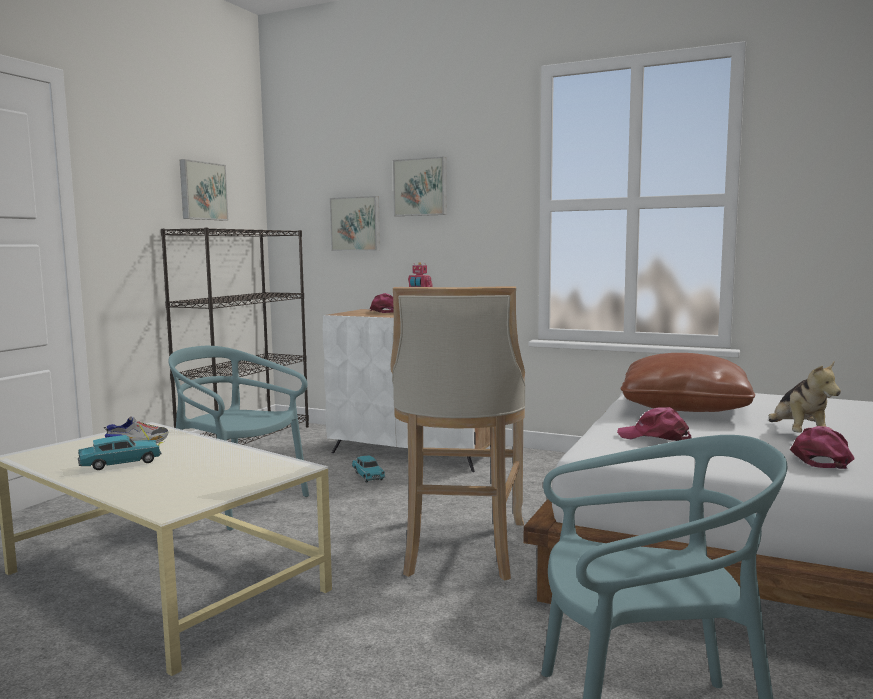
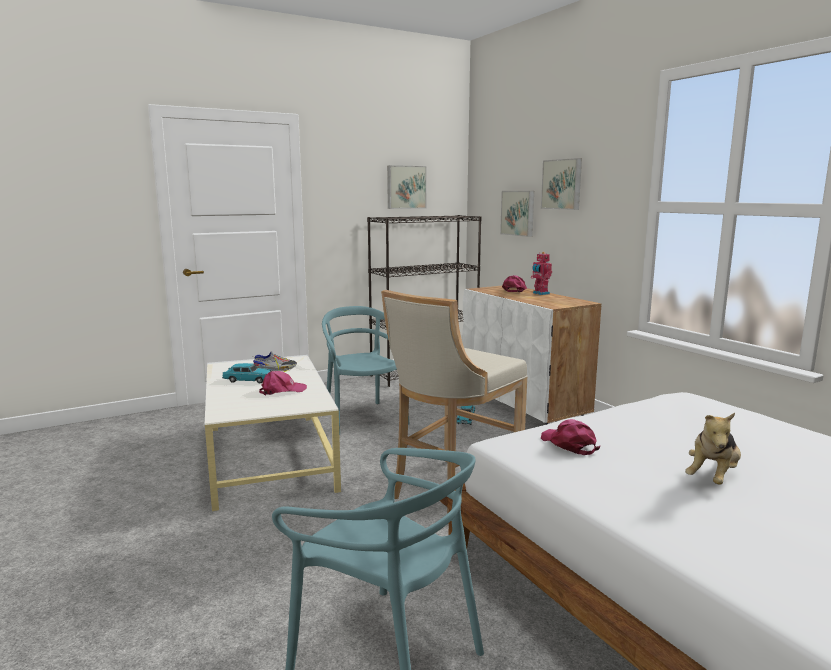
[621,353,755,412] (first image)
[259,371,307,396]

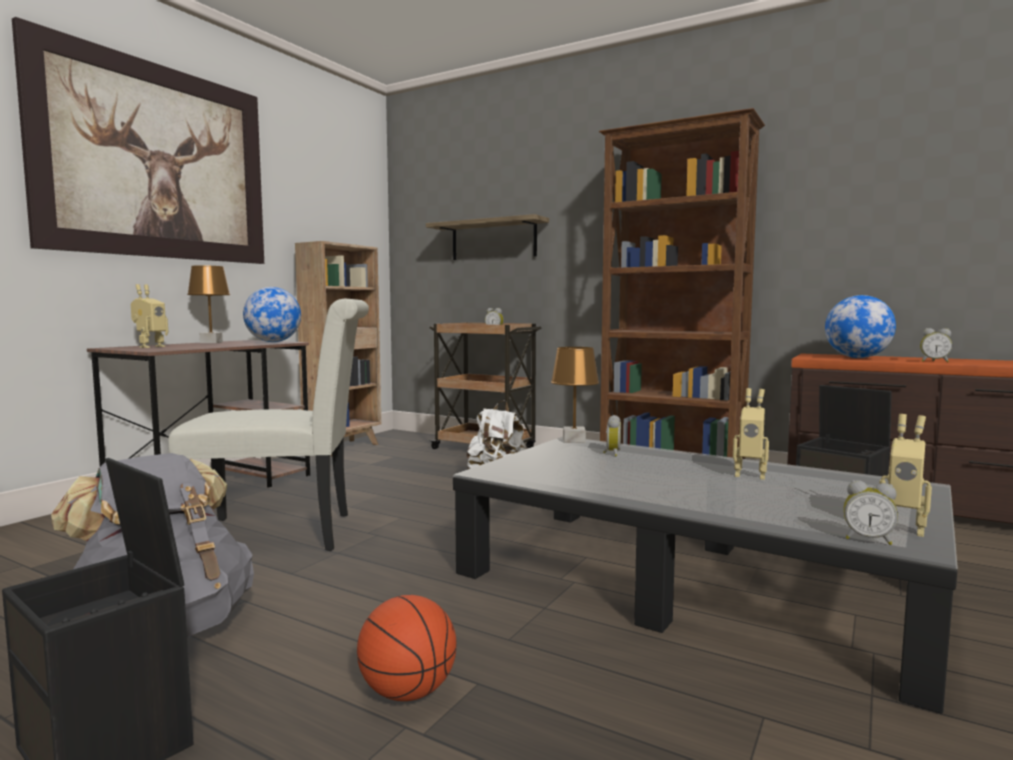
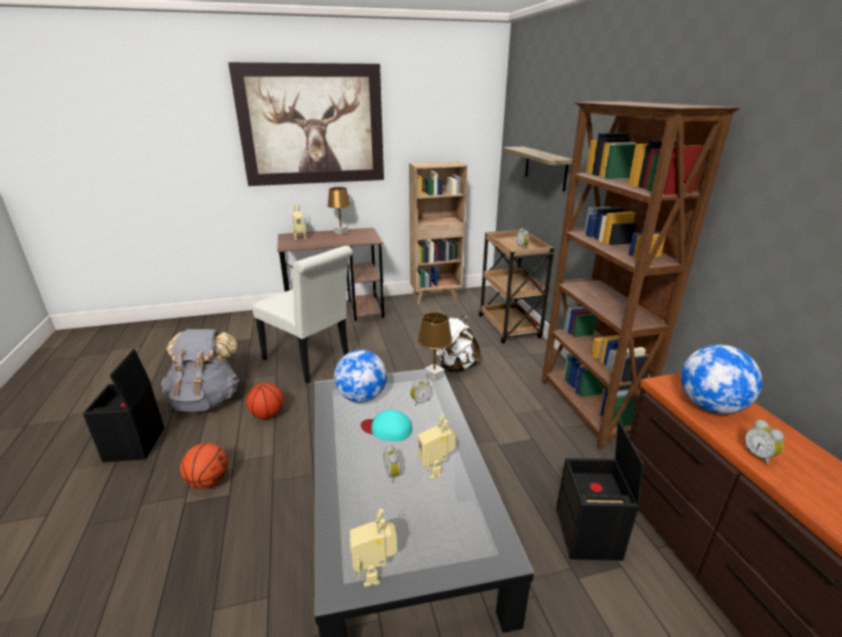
[334,350,387,403]
[383,445,401,483]
[246,382,284,419]
[361,410,412,441]

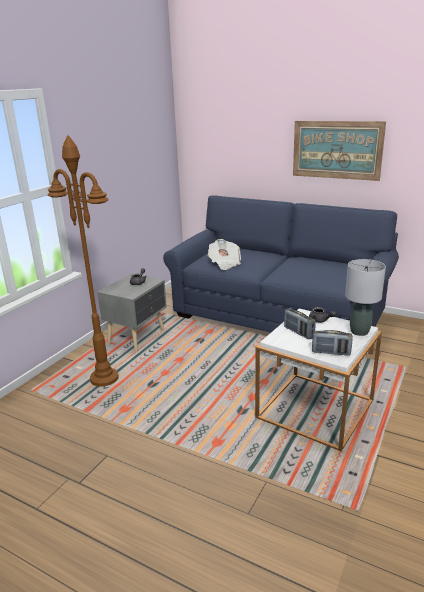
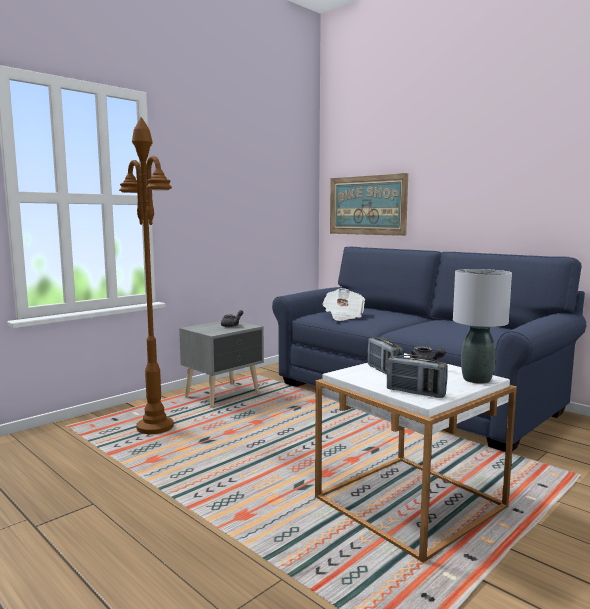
[330,173,408,236]

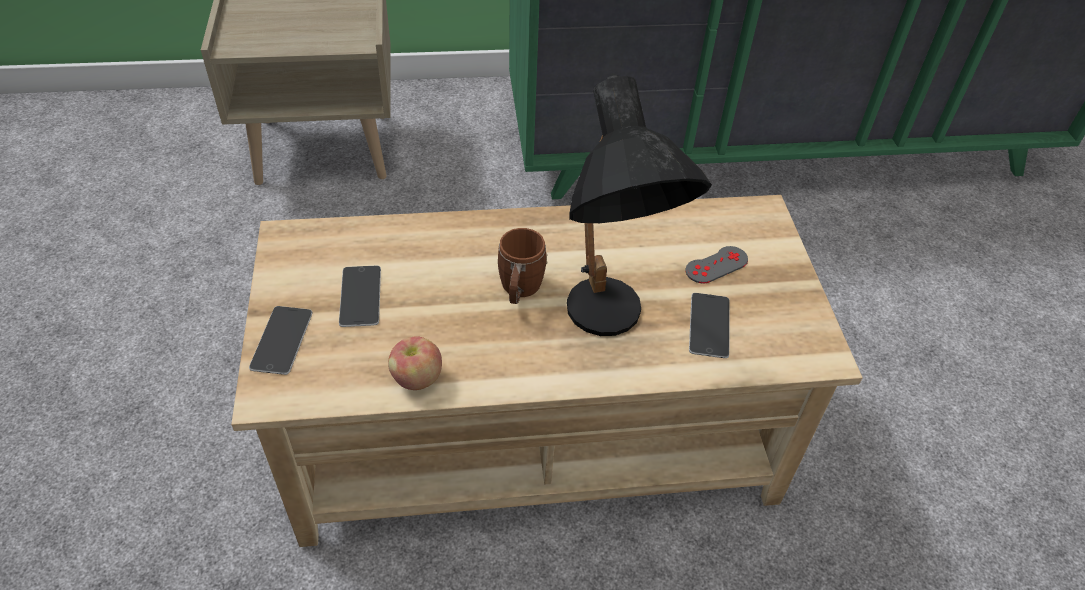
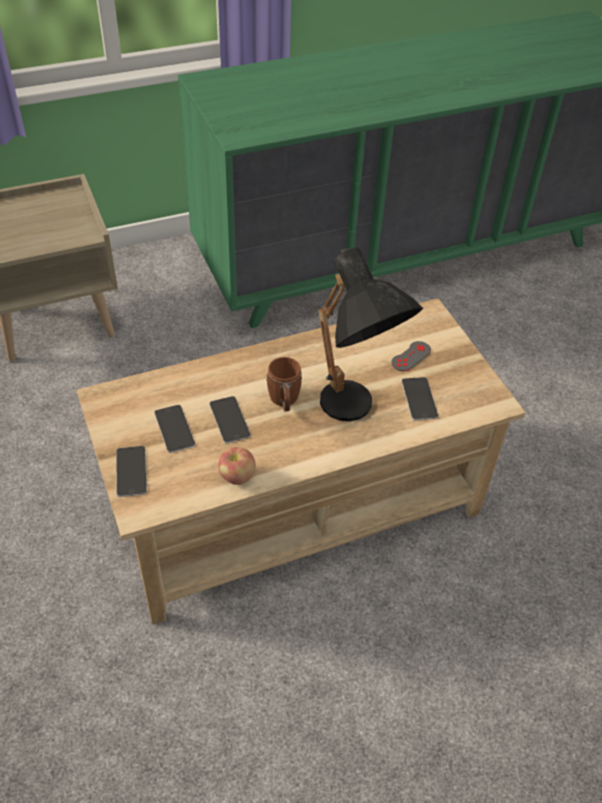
[209,396,251,444]

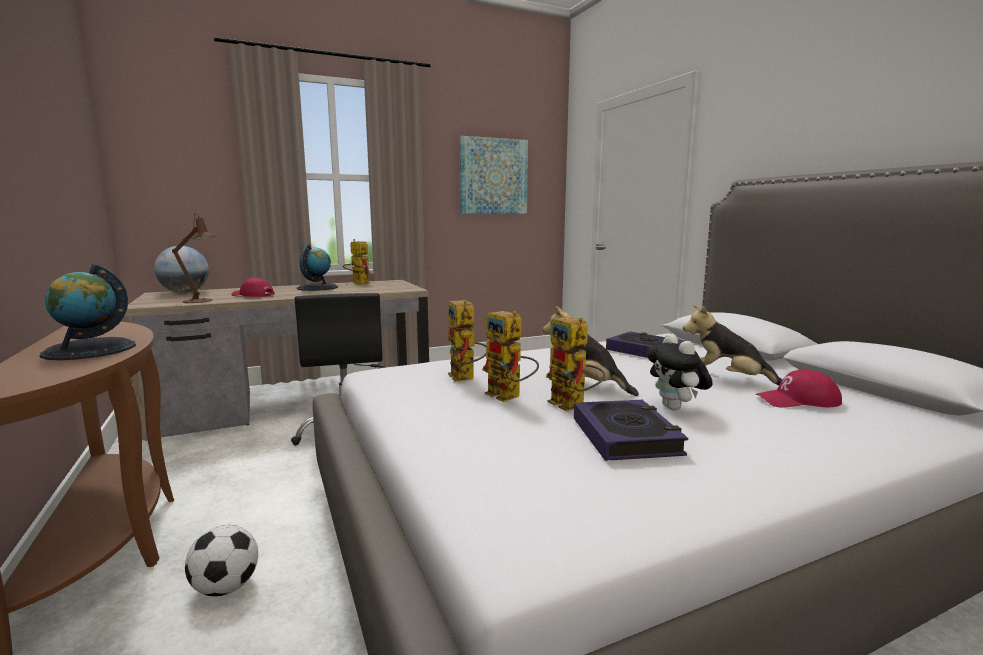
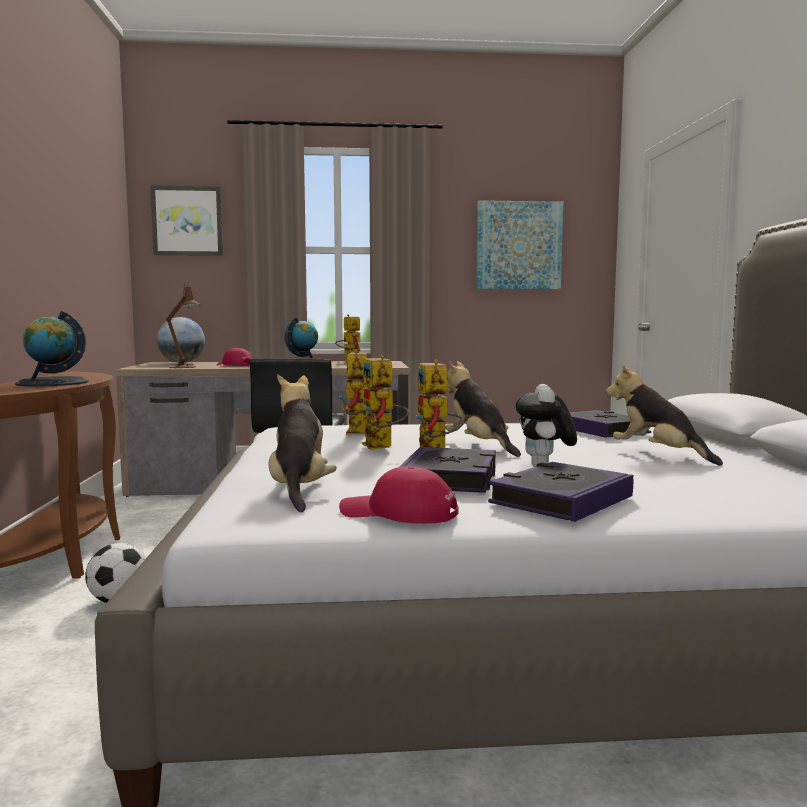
[339,466,459,524]
[151,185,223,256]
[269,374,337,512]
[488,462,634,522]

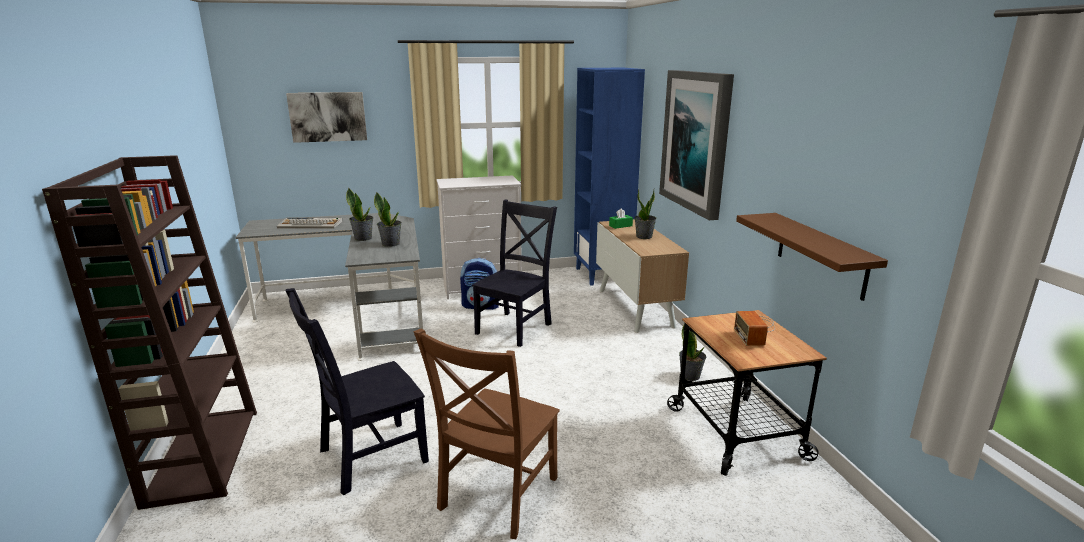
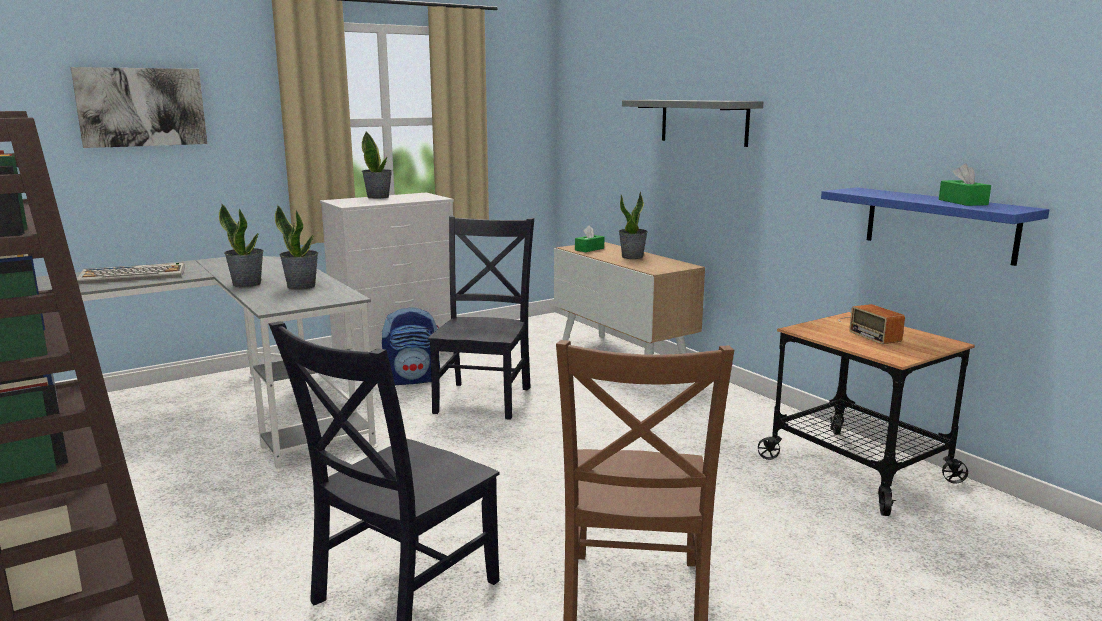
[574,68,645,286] (first image)
[622,100,764,147]
[362,131,392,199]
[821,187,1049,266]
[939,163,991,206]

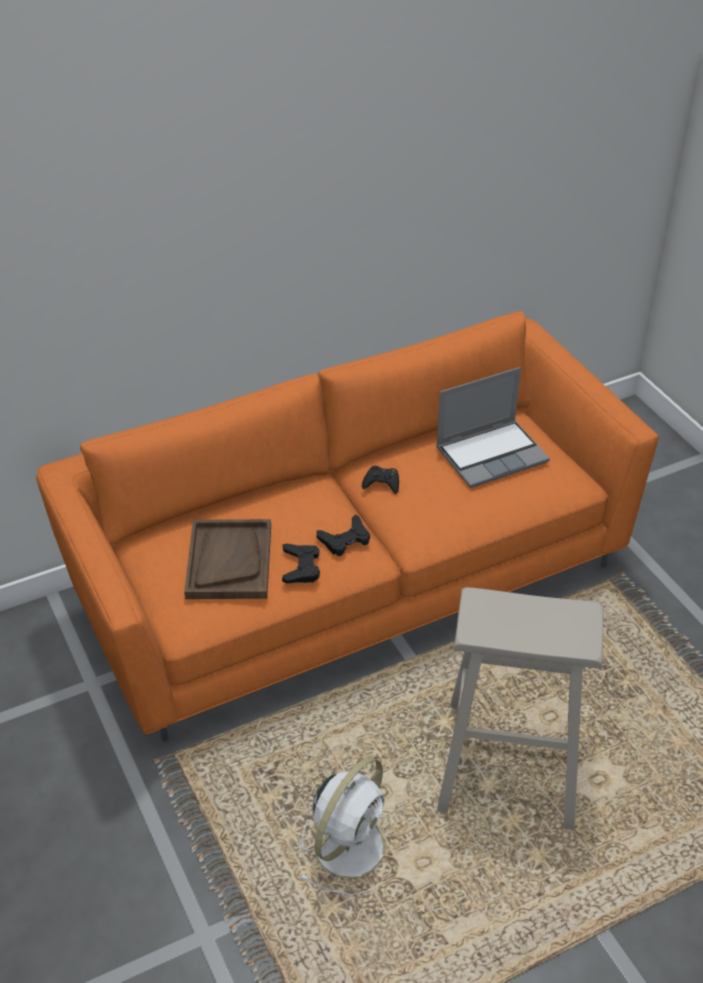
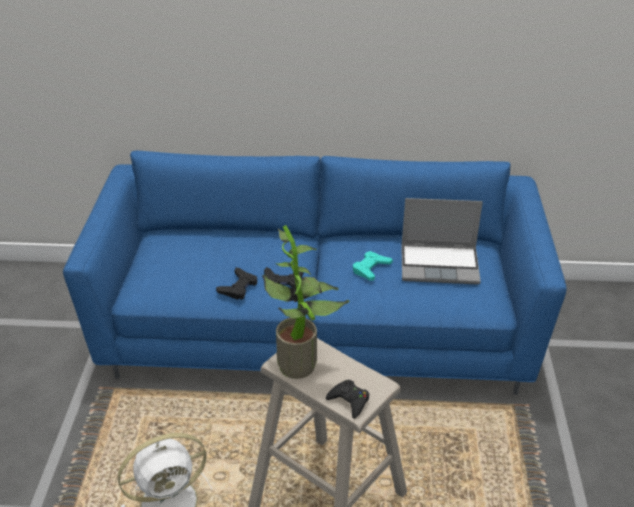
[63,151,567,395]
[184,519,271,599] (first image)
[326,380,369,419]
[262,225,349,379]
[353,251,393,281]

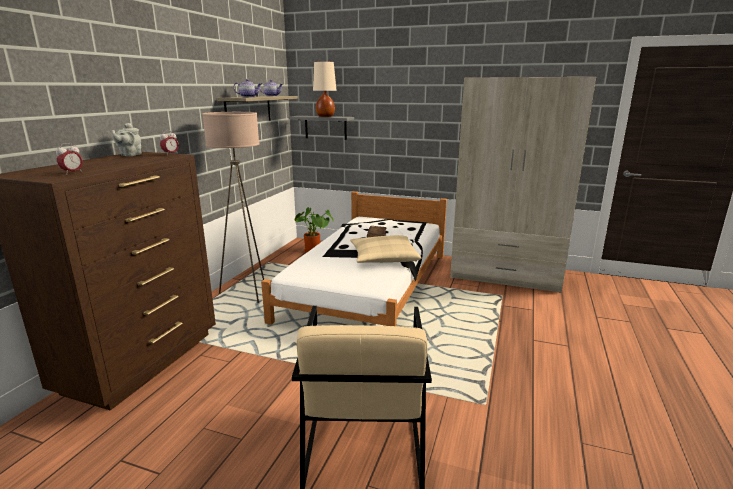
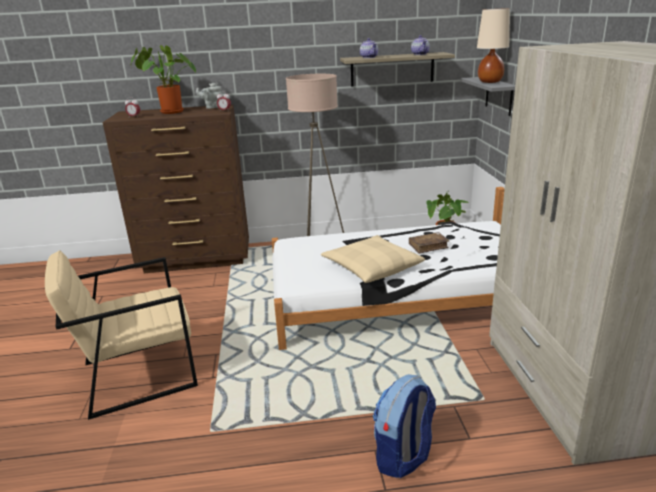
[131,45,196,114]
[373,374,436,478]

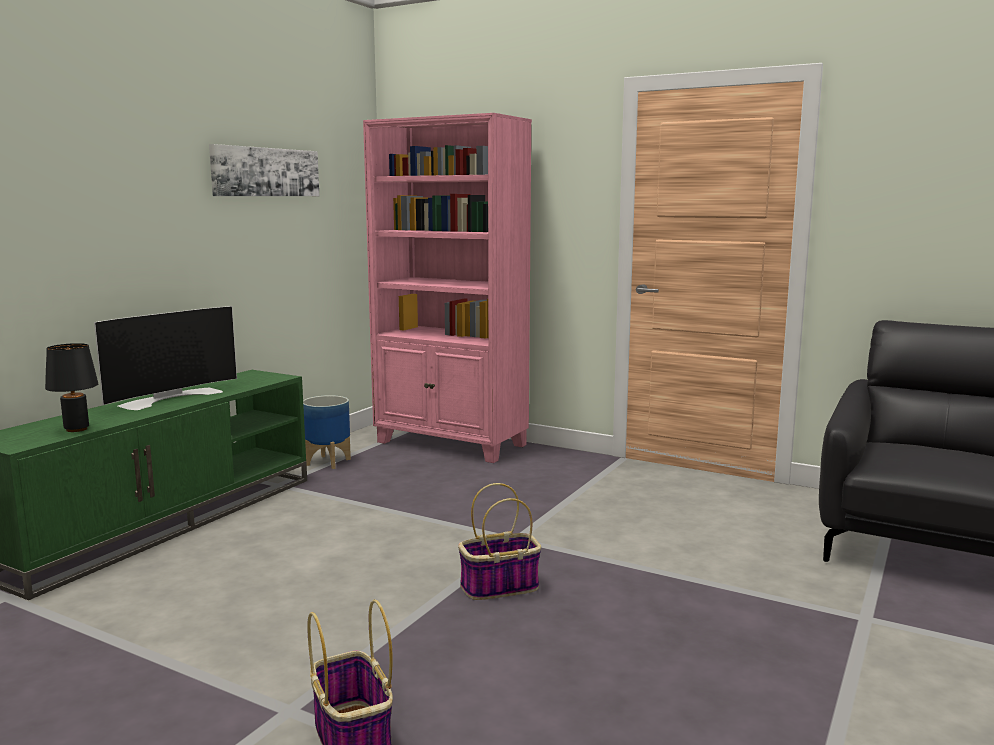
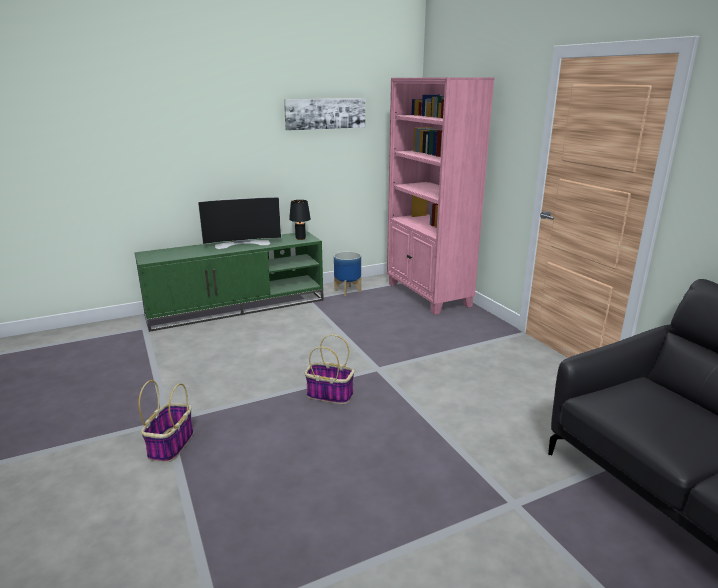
[289,200,311,240]

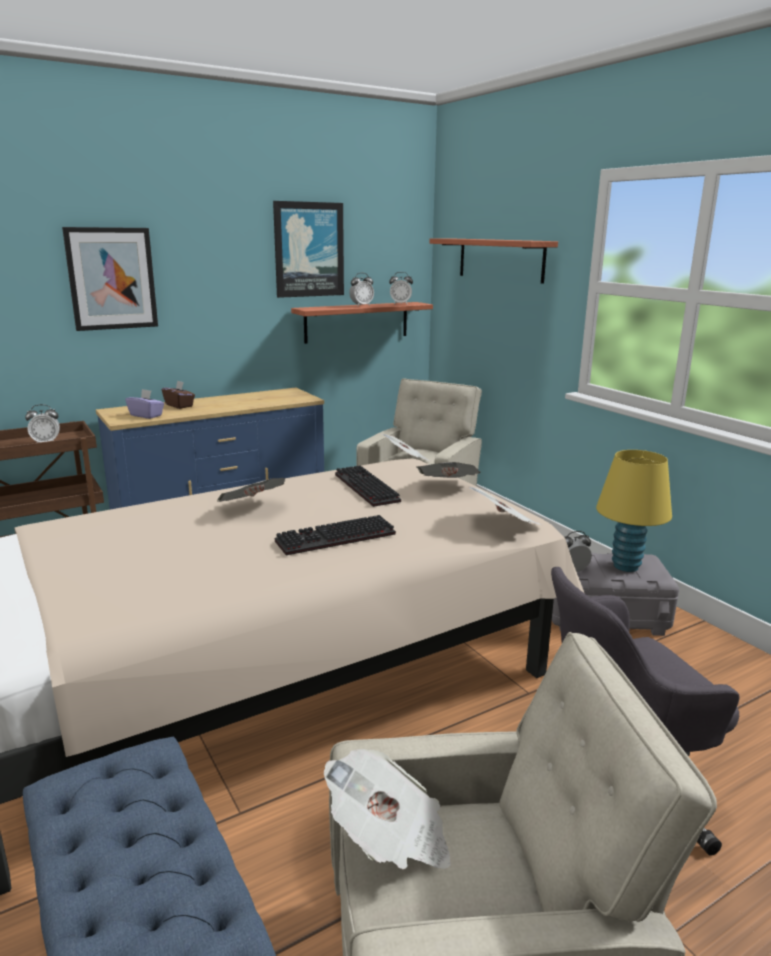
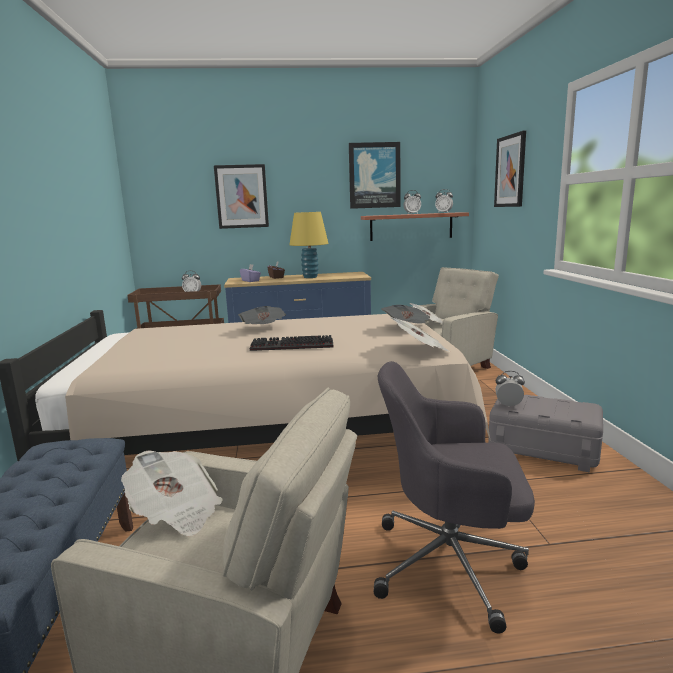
[335,466,401,507] (first image)
[494,131,526,207]
[289,212,329,278]

